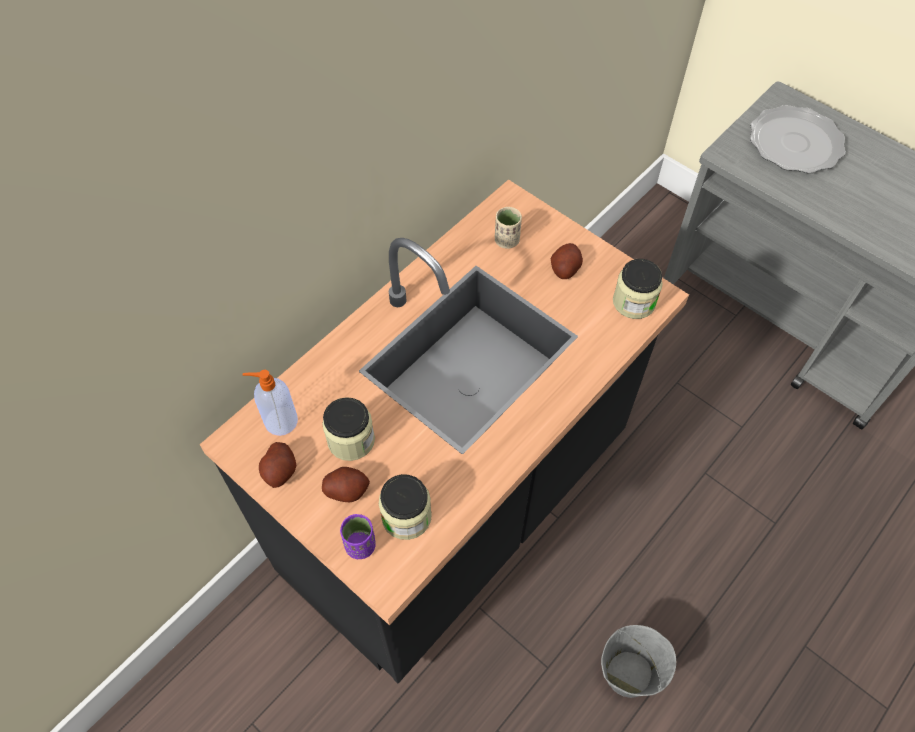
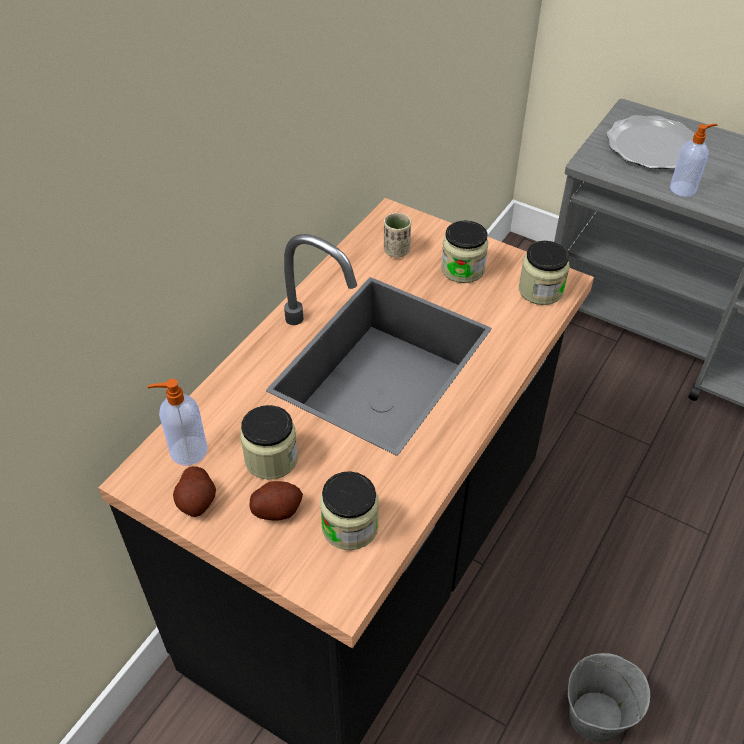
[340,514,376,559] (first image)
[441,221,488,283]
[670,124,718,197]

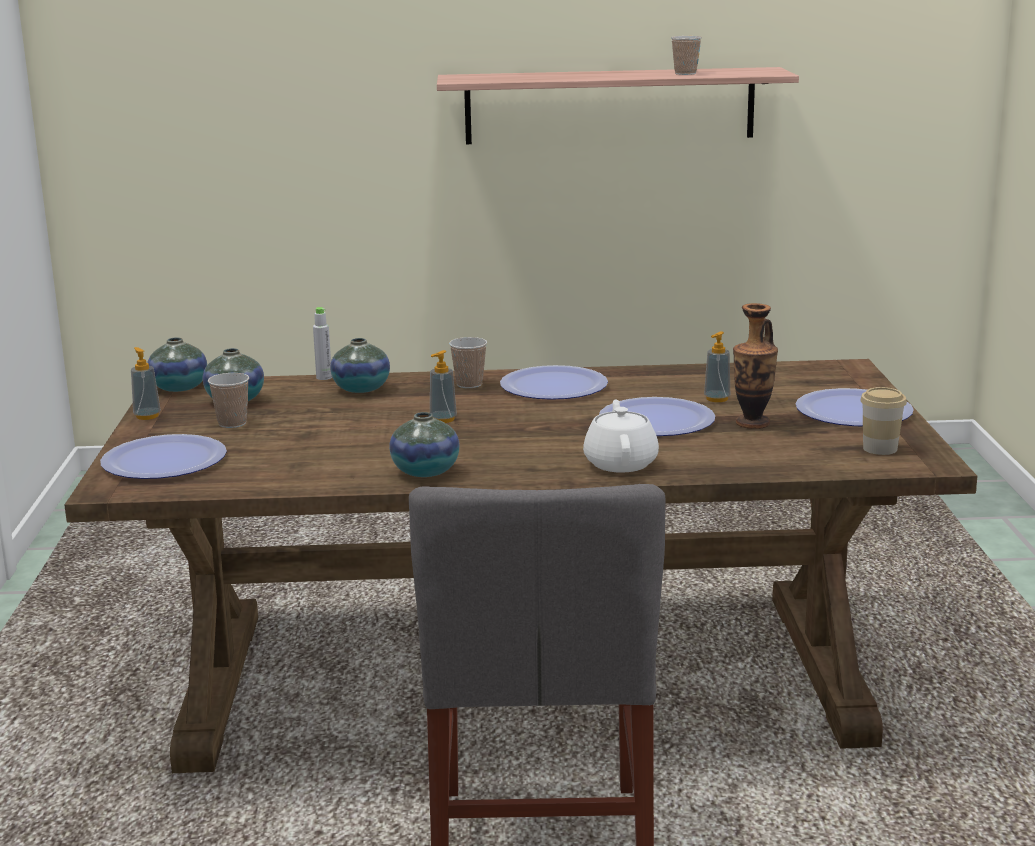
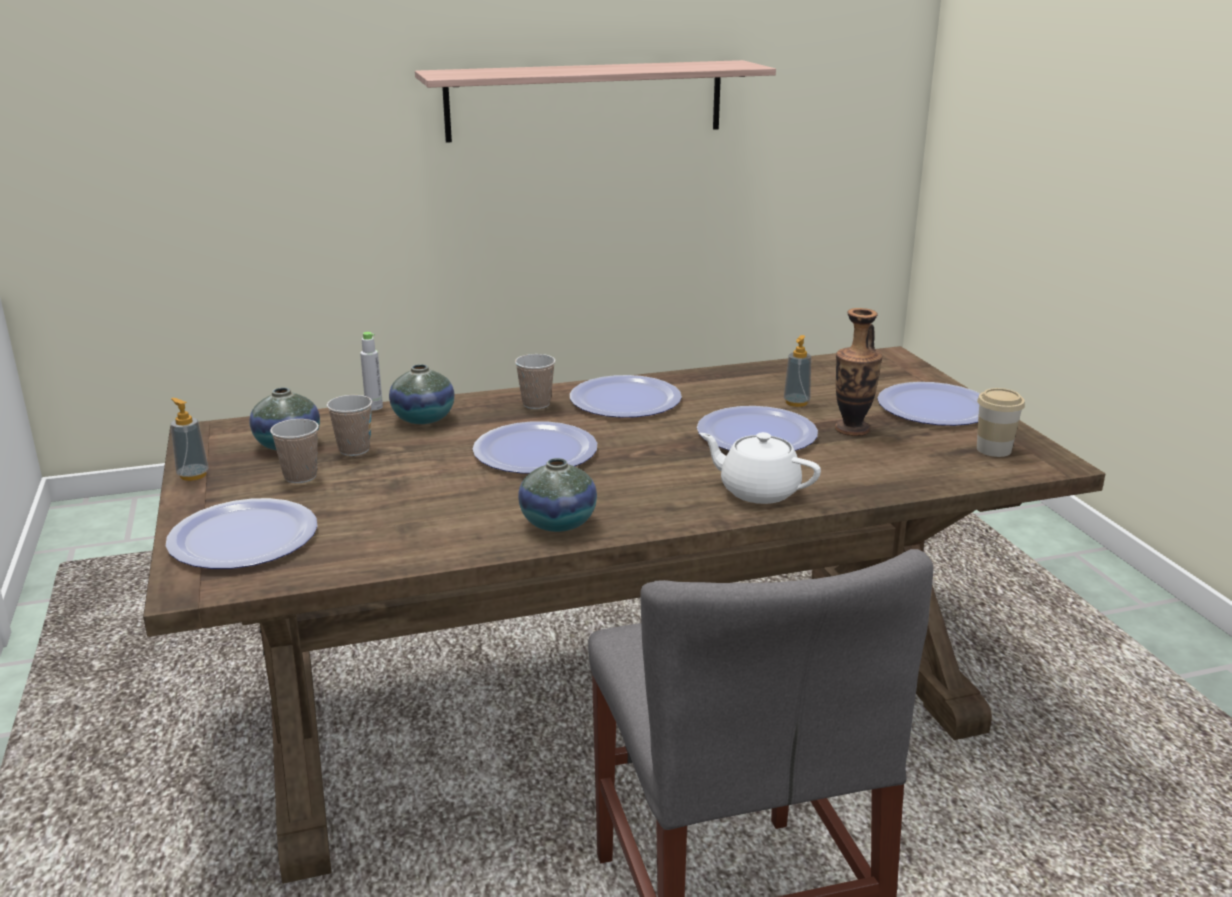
[147,337,207,392] (first image)
[473,421,597,474]
[700,432,821,504]
[327,395,372,456]

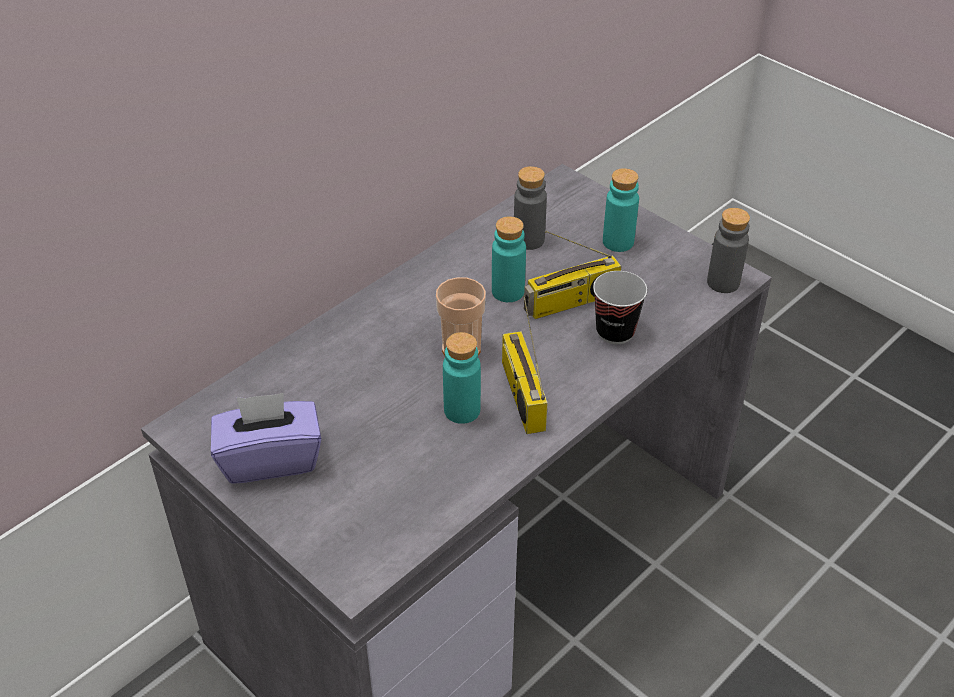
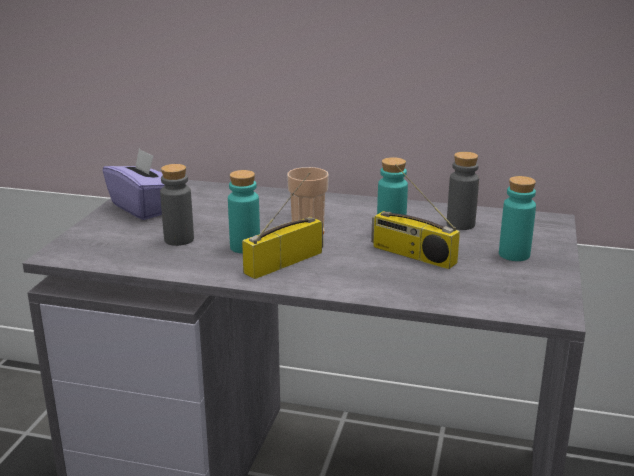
[593,271,647,344] (first image)
[160,164,194,246]

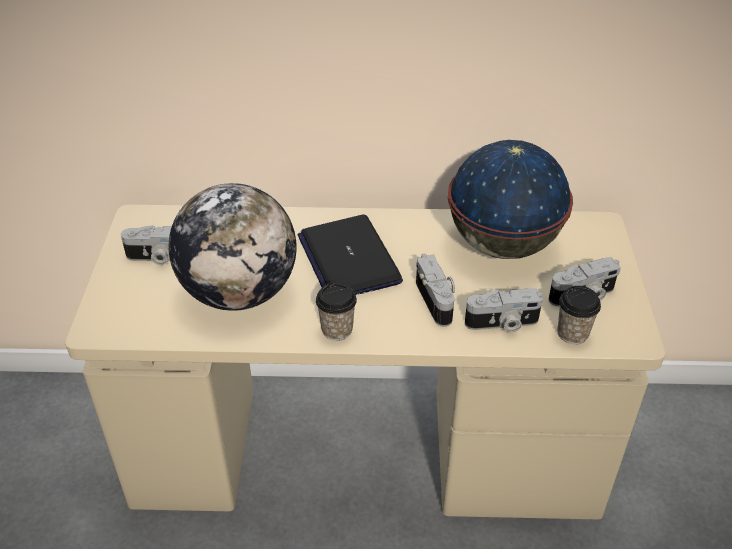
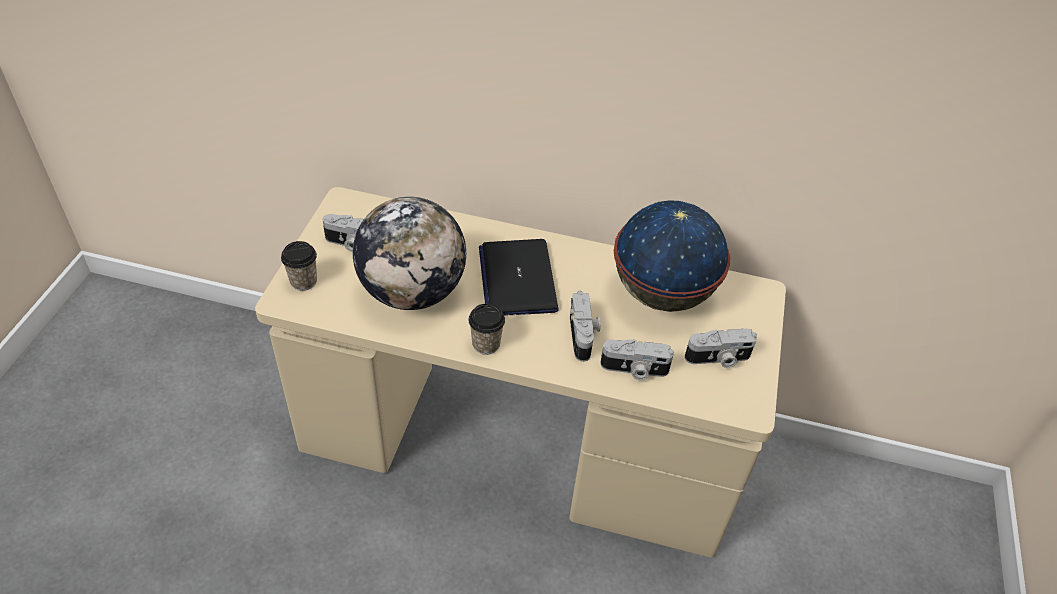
[281,241,317,291]

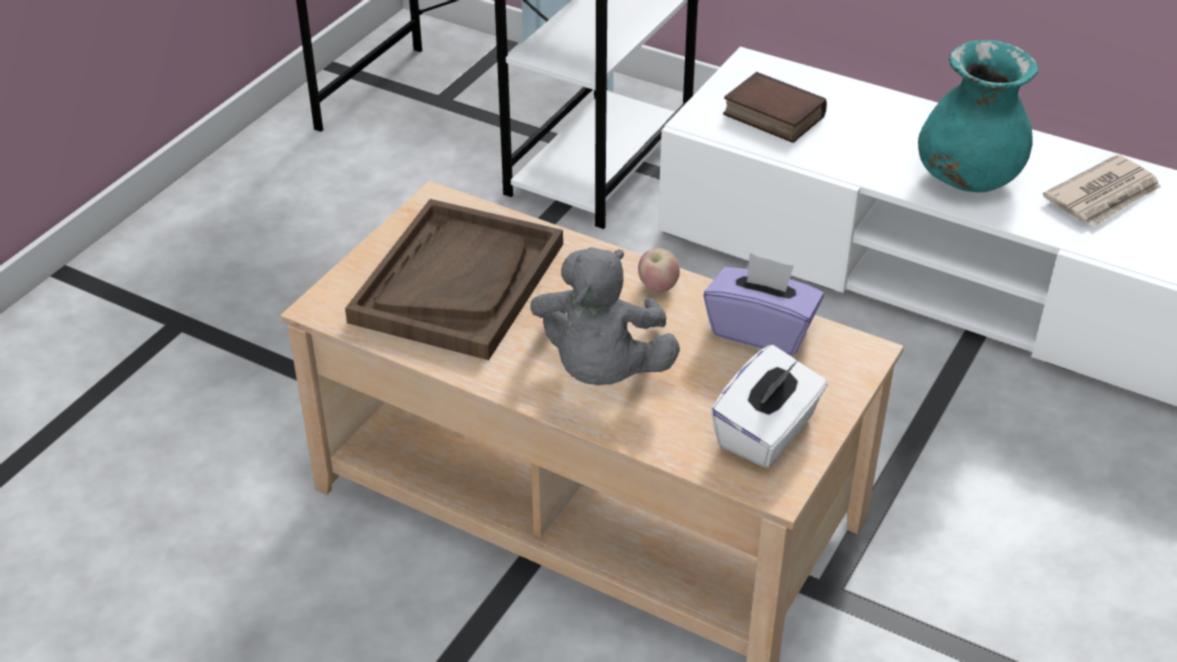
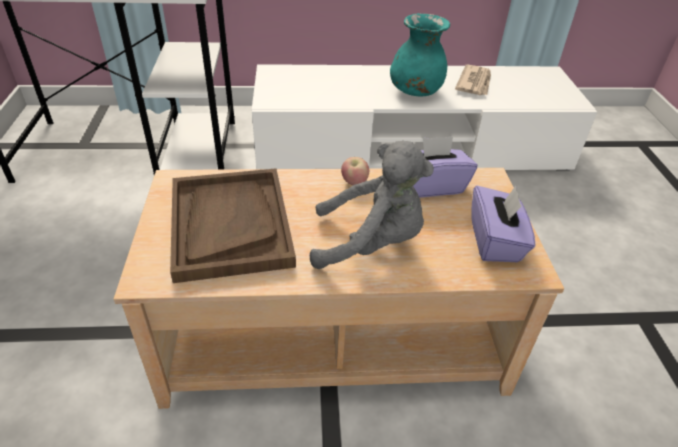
[310,141,434,269]
[471,186,535,262]
[723,72,827,143] (first image)

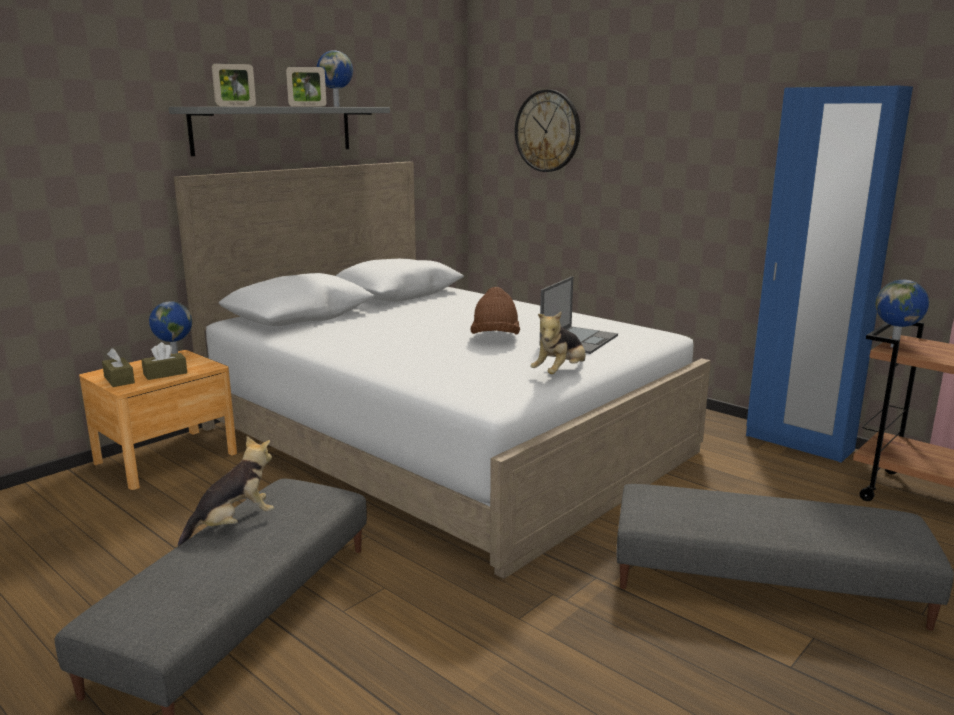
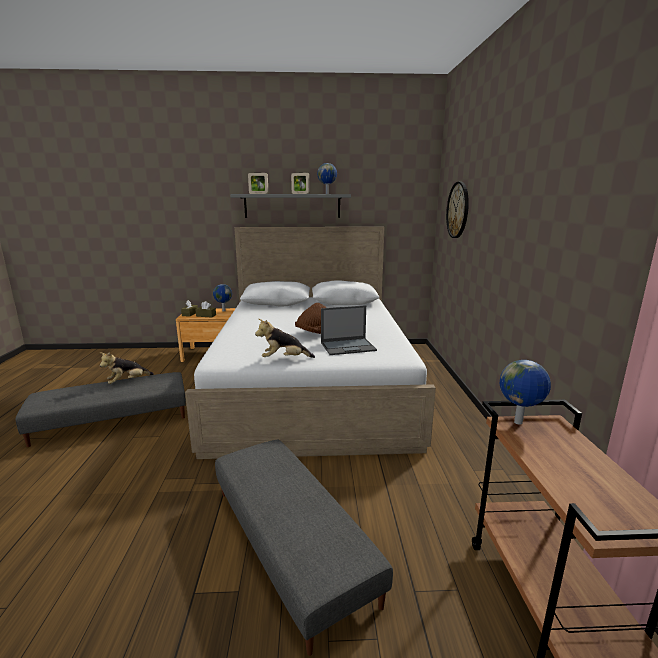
[99,352,154,384]
[746,86,913,463] (first image)

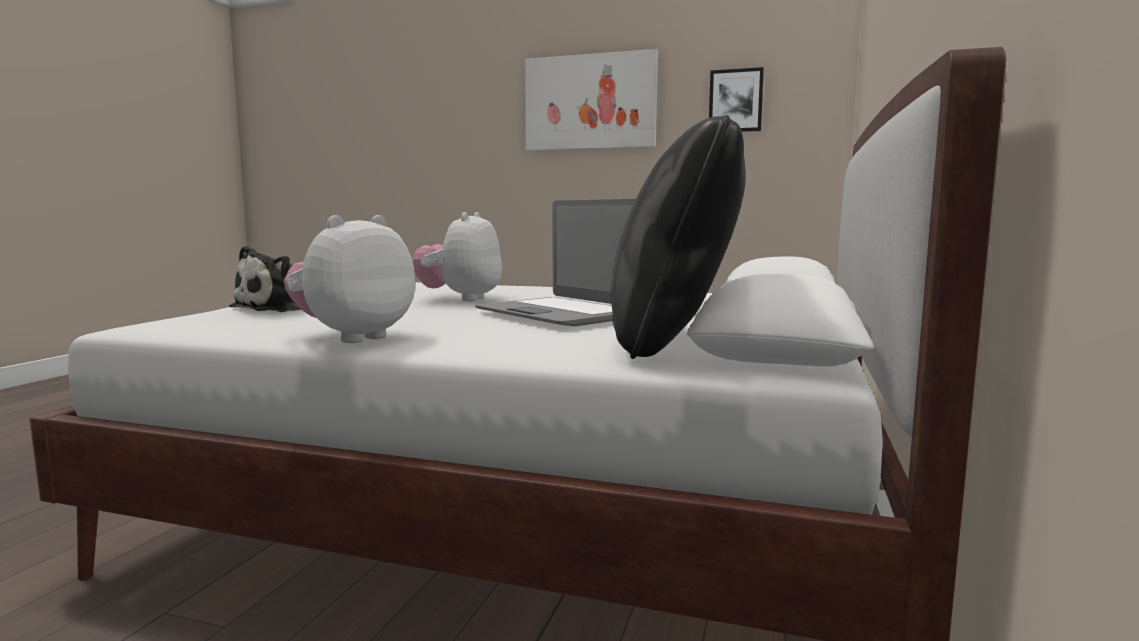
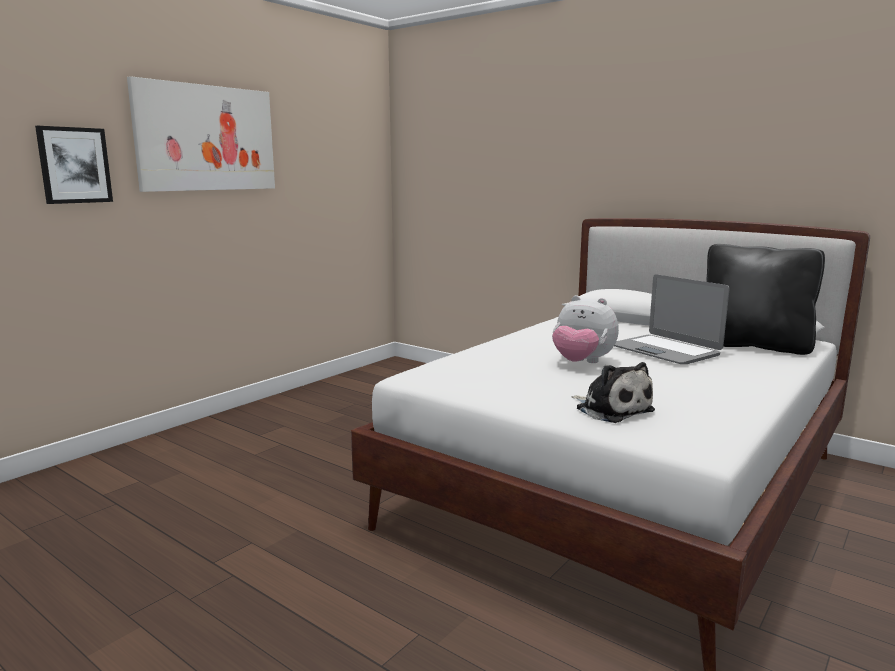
[284,215,415,343] (first image)
[614,274,730,364]
[35,126,113,204]

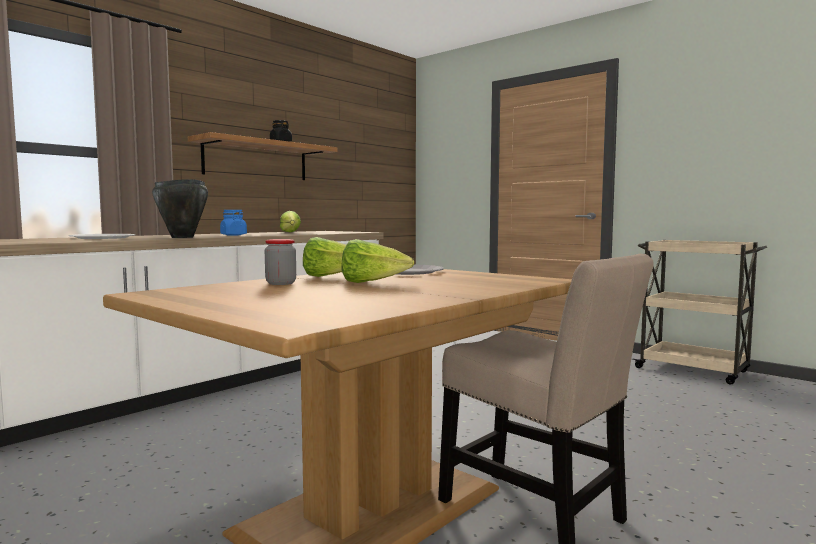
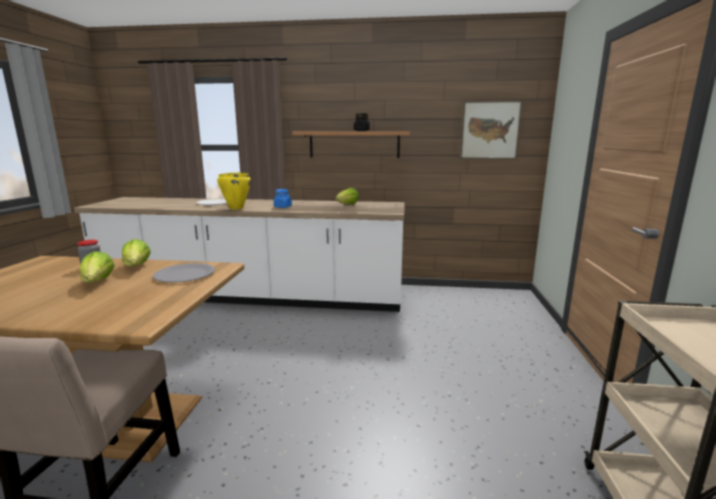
[217,172,251,210]
[460,100,523,159]

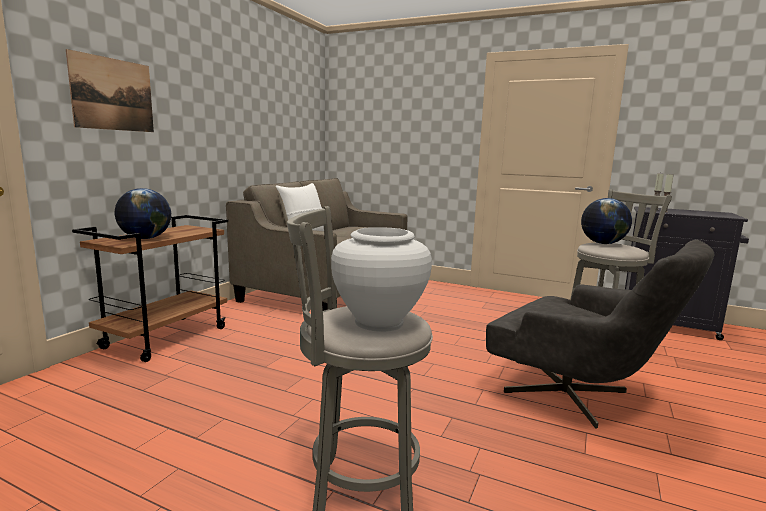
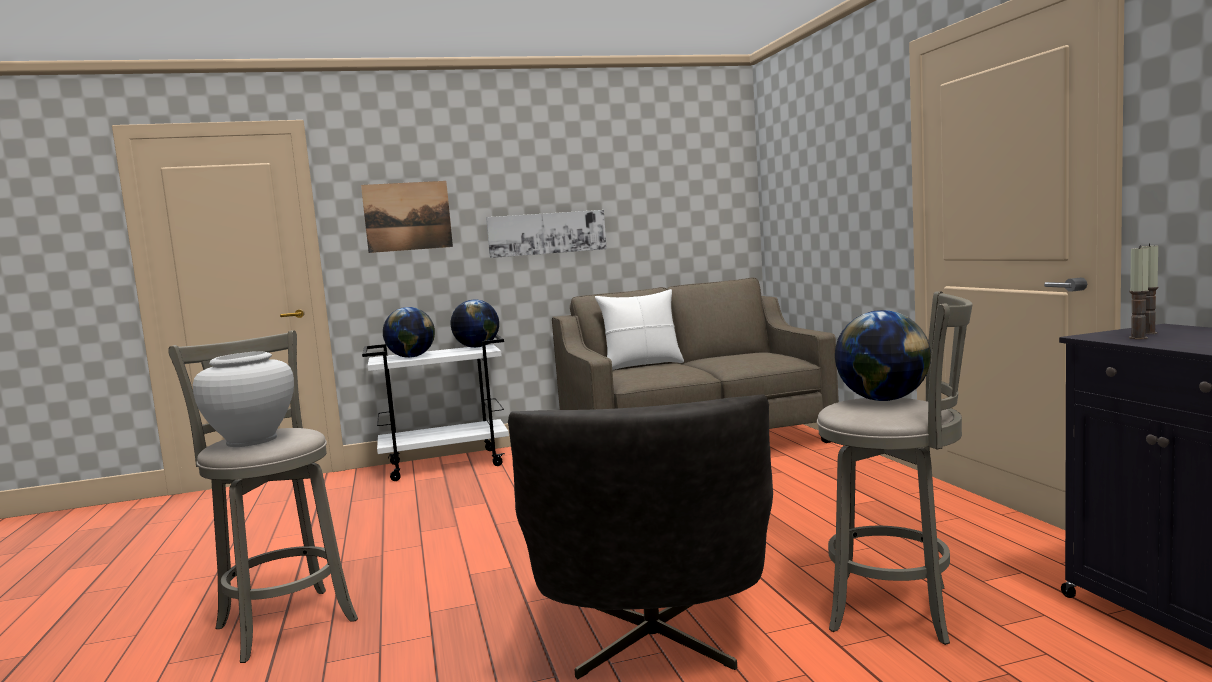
[362,335,509,481]
[451,300,499,348]
[486,210,607,258]

